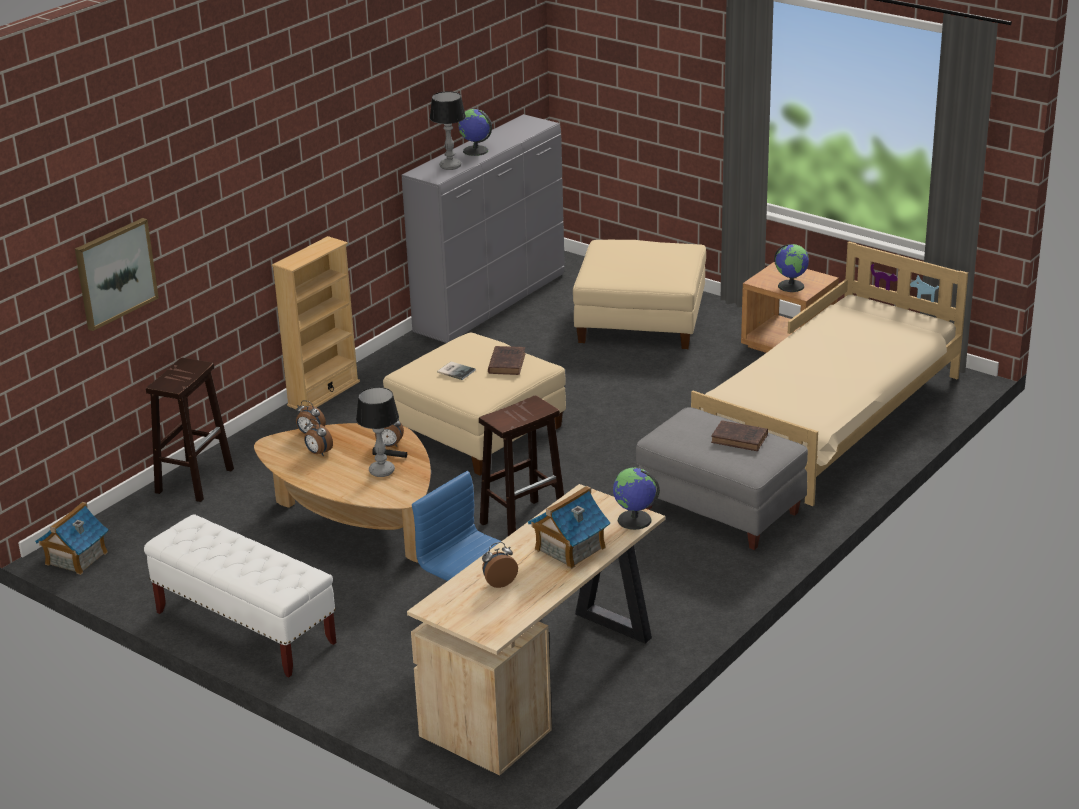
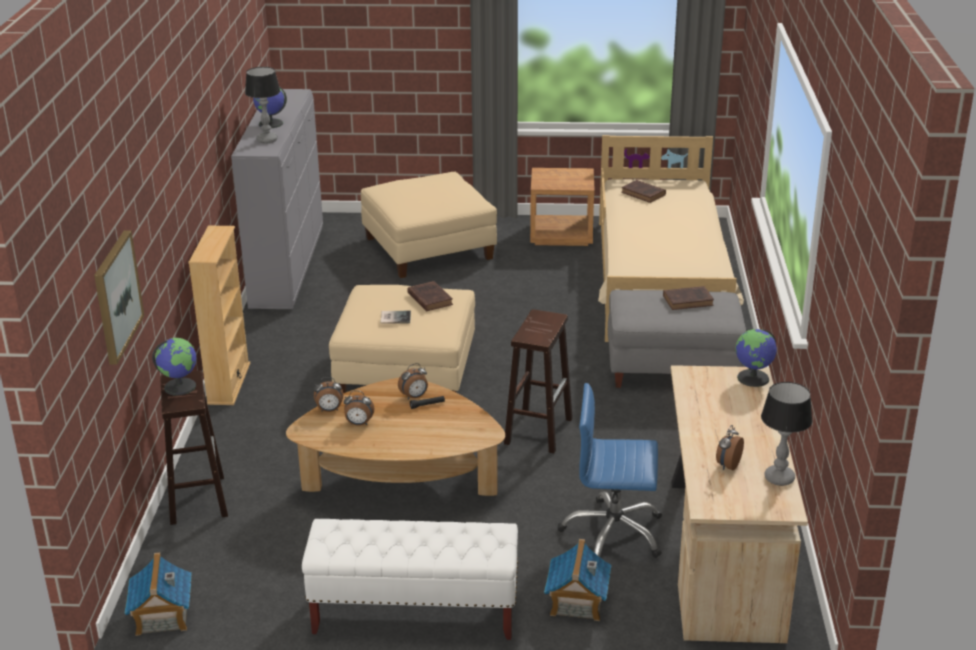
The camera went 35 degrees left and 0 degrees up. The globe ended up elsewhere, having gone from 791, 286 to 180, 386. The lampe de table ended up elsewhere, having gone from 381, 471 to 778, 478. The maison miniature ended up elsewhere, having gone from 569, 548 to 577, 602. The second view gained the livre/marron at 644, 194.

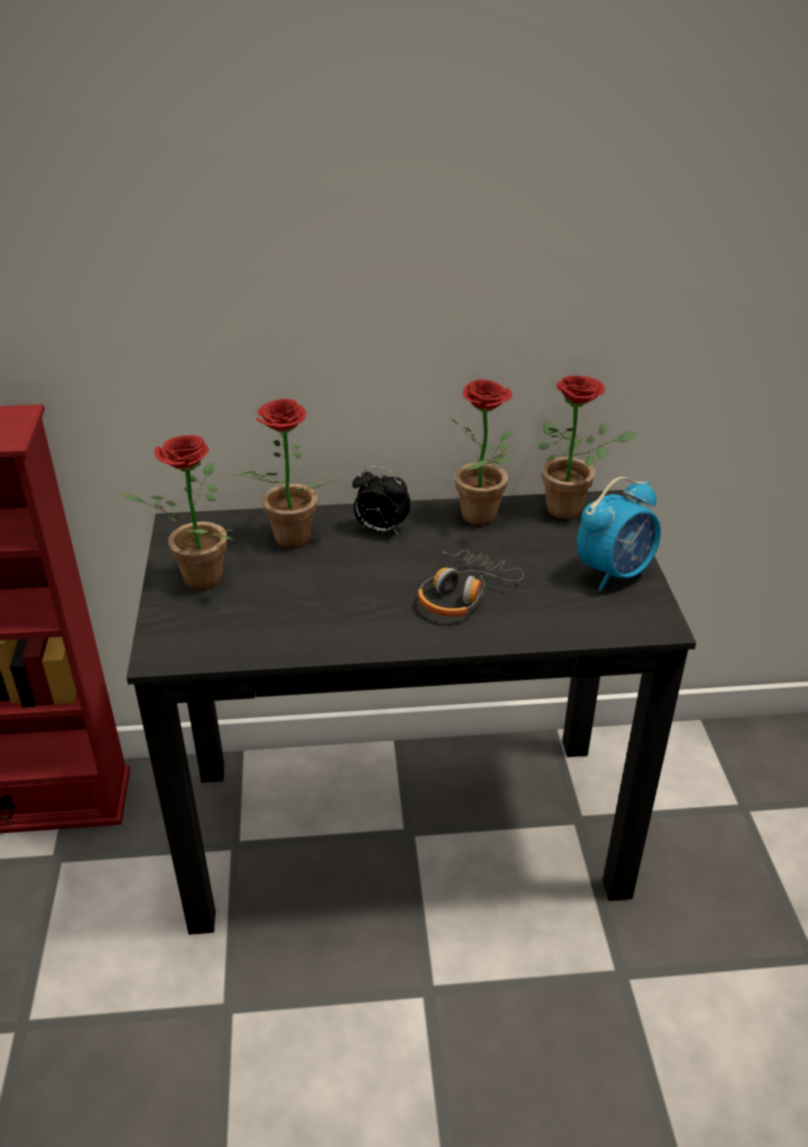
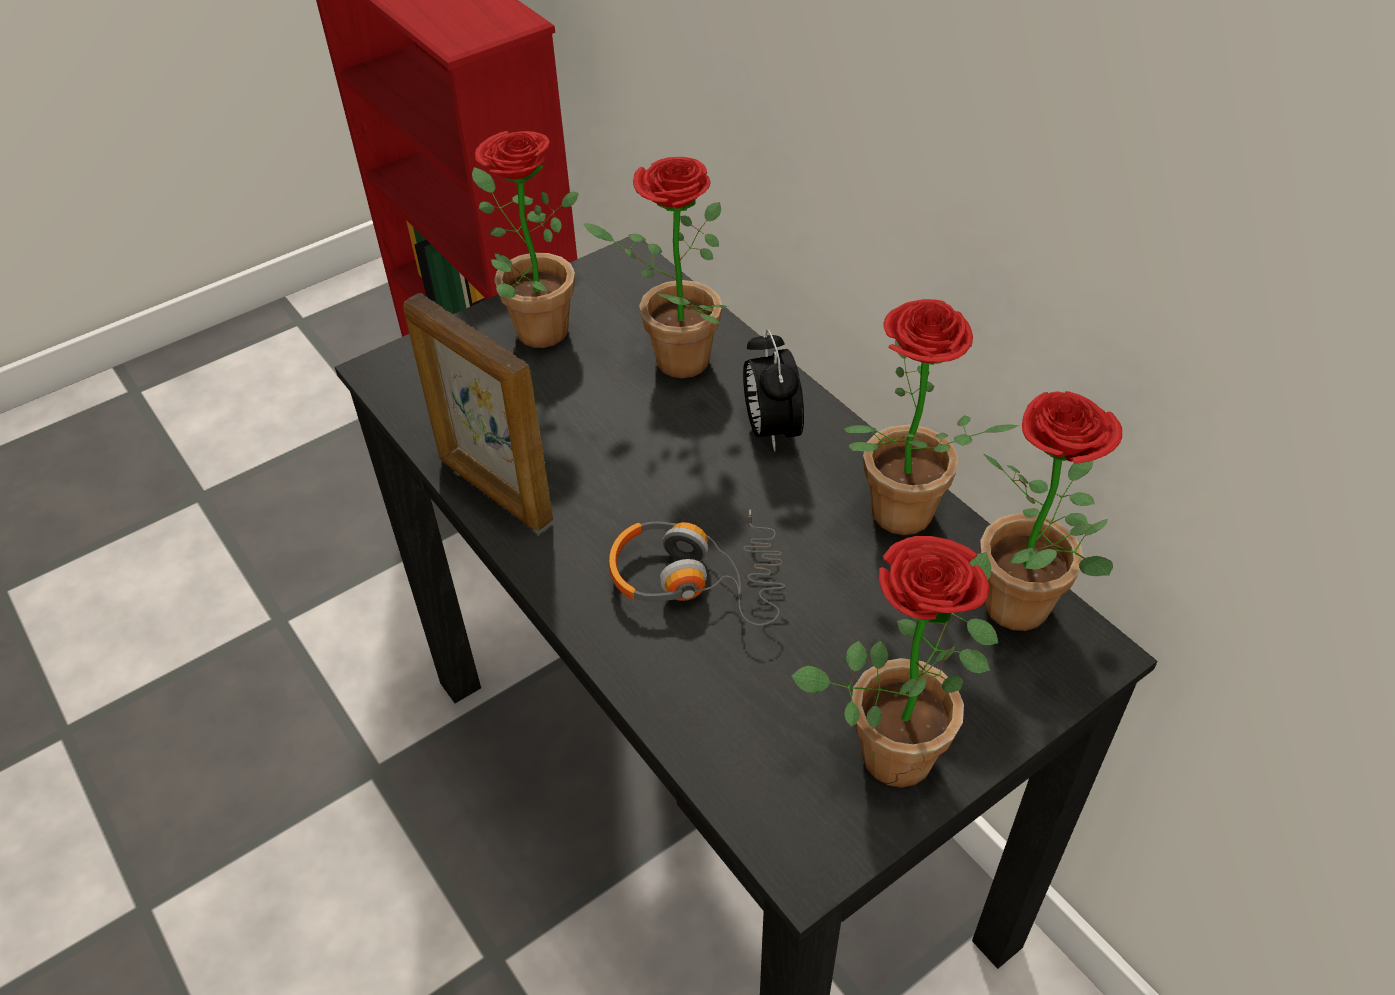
The camera went 60 degrees right and 10 degrees up. Where the réveil stood at 615, 572, the plante en pot came to stand at 900, 741. The second view gained the cadre photo at 494, 490.

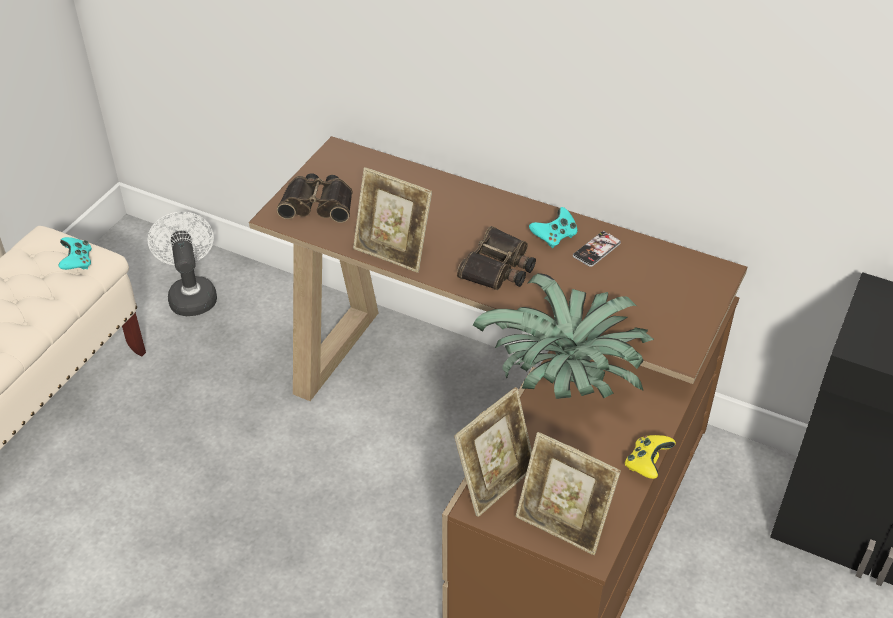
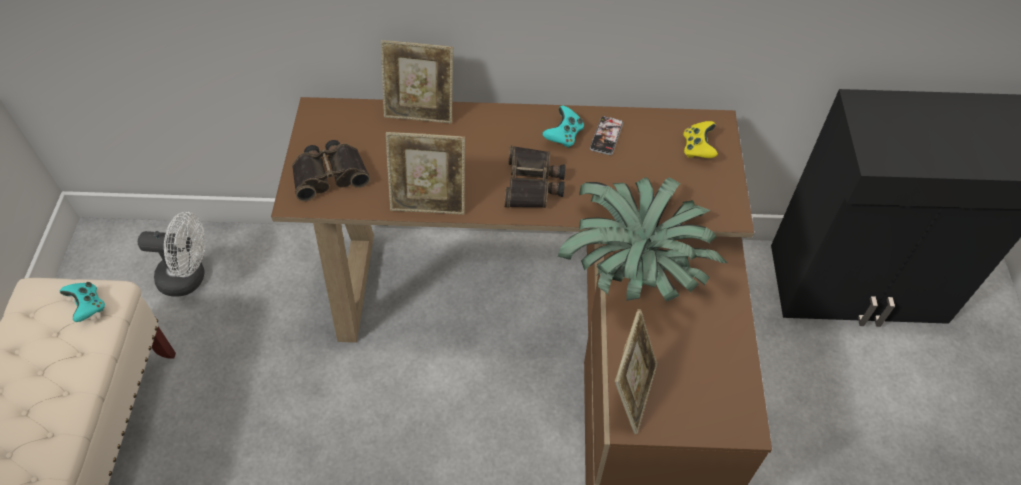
The camera went 25 degrees left and 10 degrees up. The ventilateur/blanc at 191, 294 ended up facing another way, 135 degrees clockwise from before. The cadre photo ended up elsewhere, having gone from 562, 524 to 420, 111. The manette/jaune ended up elsewhere, having gone from 647, 464 to 698, 148.

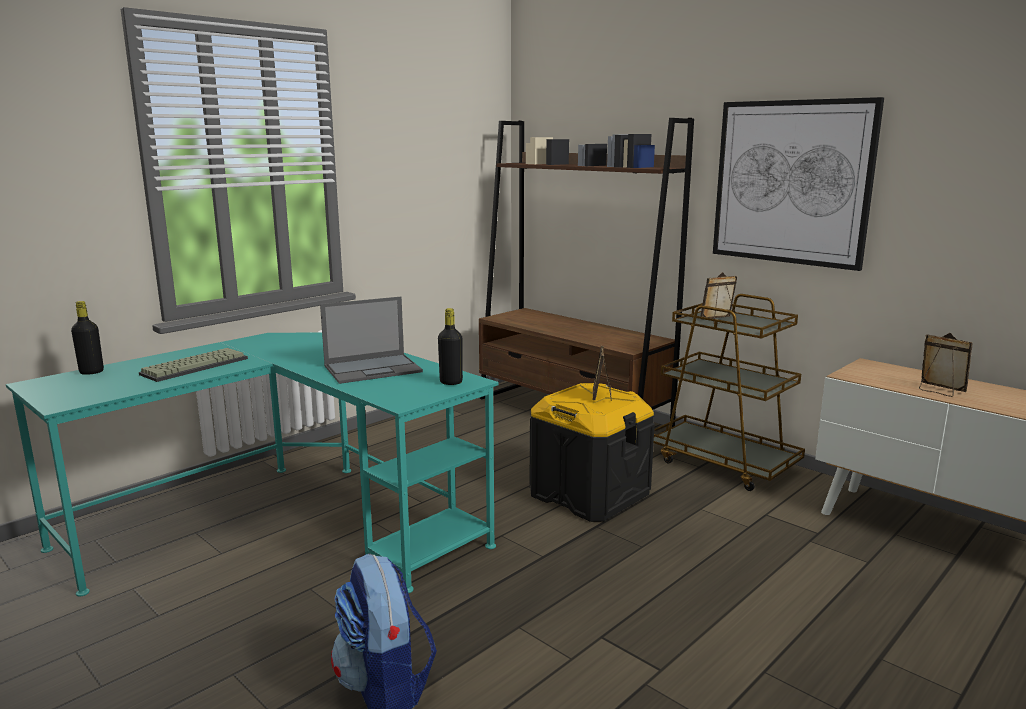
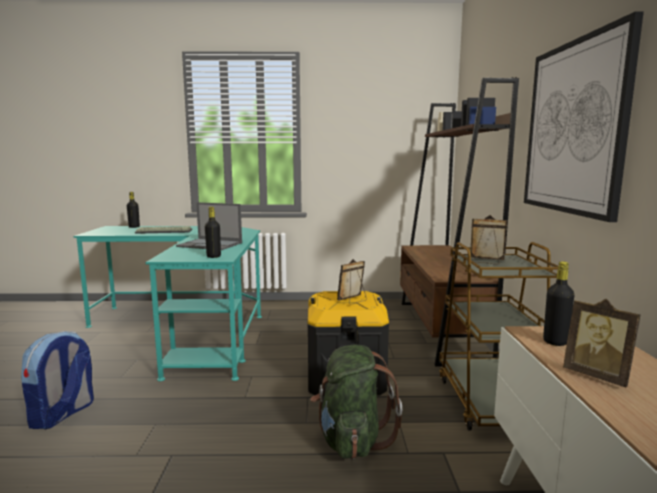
The camera went 45 degrees right and 5 degrees down. The cadre photo at 939, 391 ended up facing another way, 135 degrees clockwise from before. The second view gained the bouteille/noir at 555, 342. The second view gained the sac à dos/vert at 351, 439.

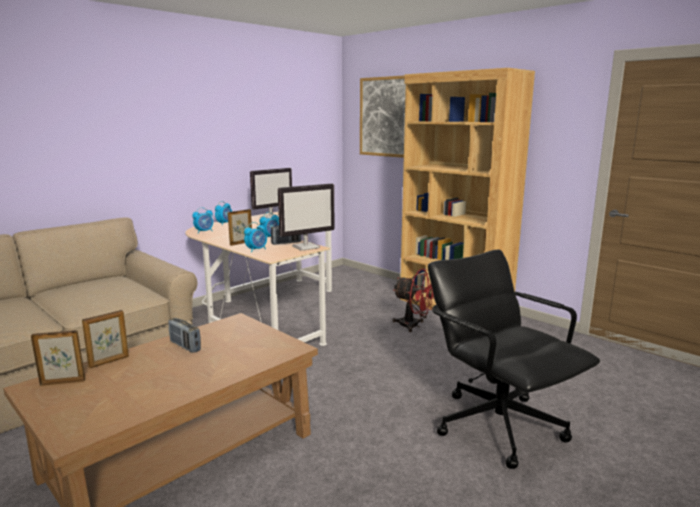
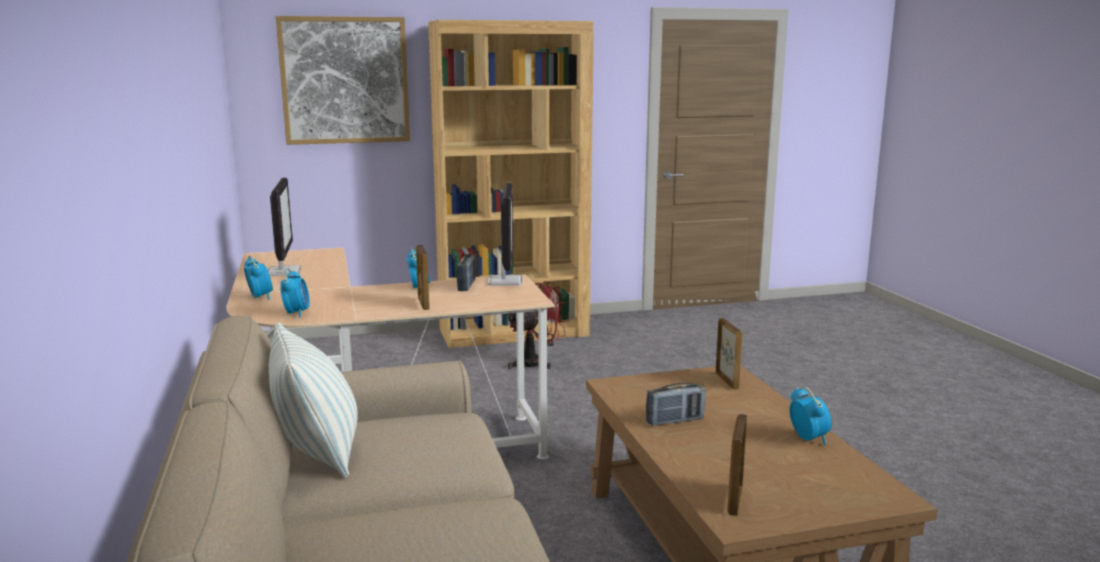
The camera went 60 degrees left and 0 degrees up. The réveil ended up elsewhere, having gone from 256, 250 to 808, 438. The second view lost the chaise de bureau/noir at 498, 425. The cadre photo ended up elsewhere, having gone from 109, 361 to 727, 380. The second view gained the coussin at 317, 452.

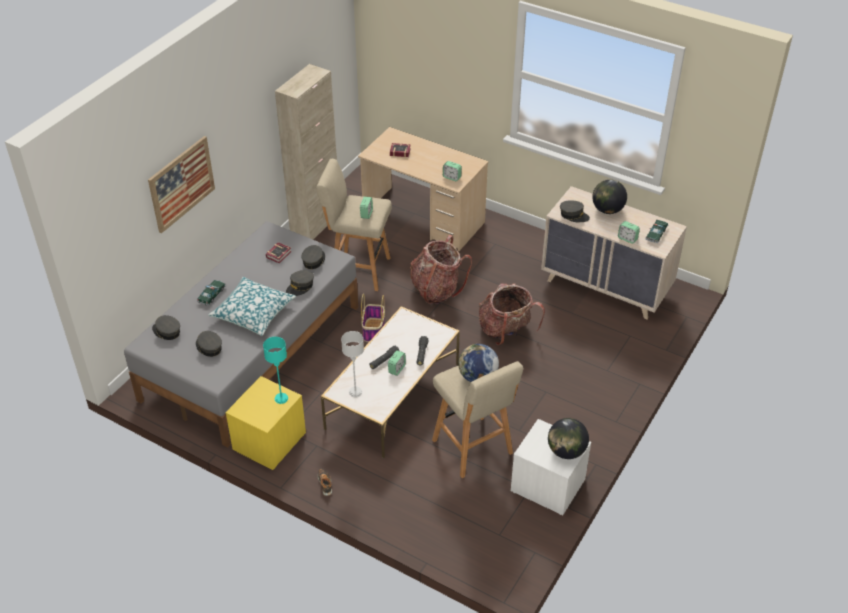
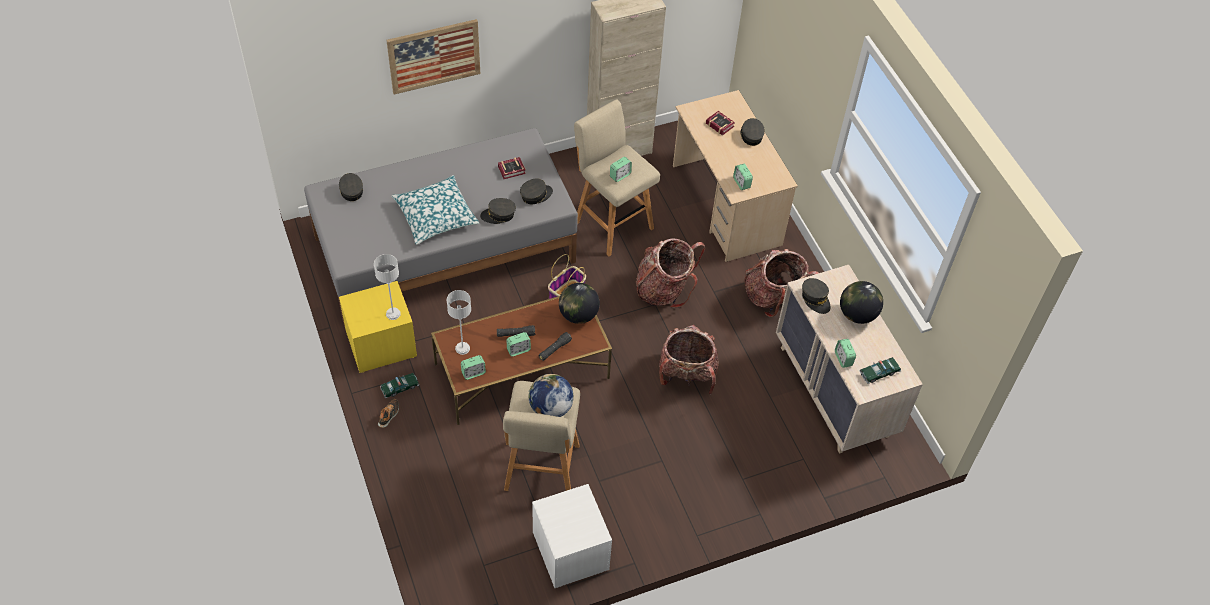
The camera went 35 degrees right and 10 degrees up. The petite voiture ended up elsewhere, having gone from 212, 295 to 400, 387. What was the table basse/blanc at 393, 395 turned into the table basse/marron at 522, 370. The casquette/gris ended up elsewhere, having gone from 209, 347 to 751, 135. What was the lampe de table/turquoise at 281, 398 turned into the lampe de table/gris at 393, 314. The globe ended up elsewhere, having gone from 566, 451 to 578, 315. The second view gained the sac à dos at 774, 298. The second view gained the réveil at 473, 373.

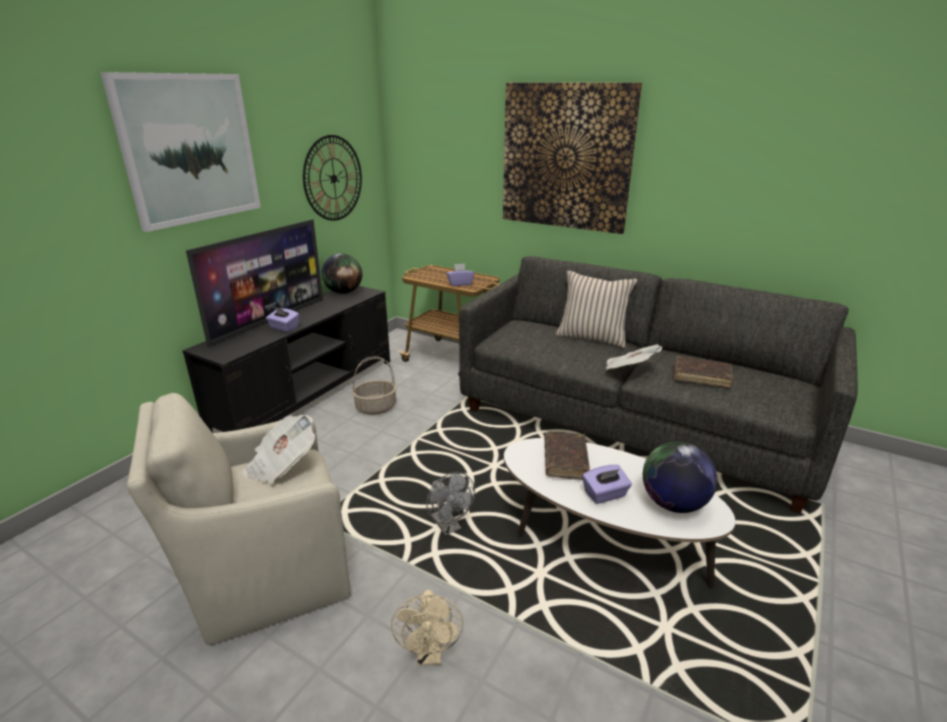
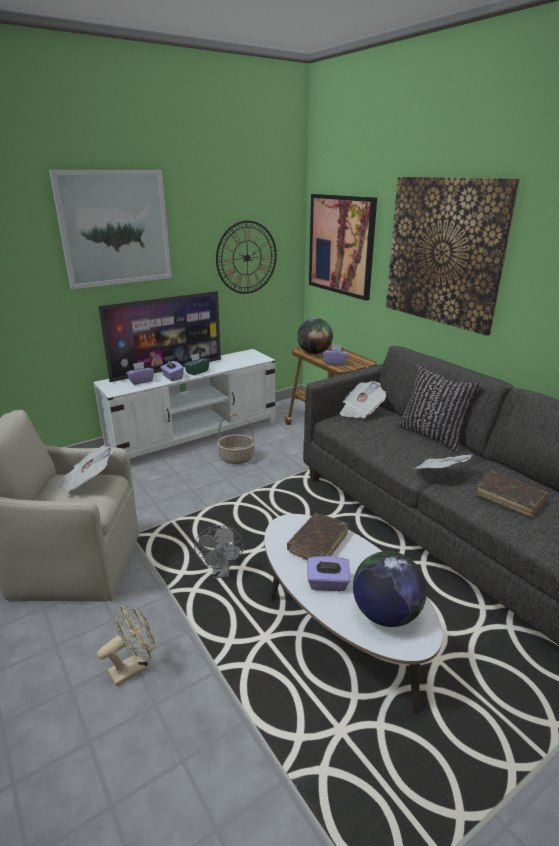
The camera went 25 degrees right and 0 degrees up. The globe ended up elsewhere, having gone from 344, 292 to 314, 353. What was the coussin/beige at 592, 337 turned into the coussin/noir at 431, 435. What was the meuble télé/noir at 308, 394 turned into the meuble télé/blanc at 195, 435. The ventilateur/beige at 430, 654 ended up facing another way, 150 degrees counterclockwise from before. The second view gained the tableau at 341, 245. The second view gained the boîte à mouchoirs/vert at 197, 372. The second view gained the boîte à mouchoirs/violet at 141, 381. The second view gained the journal at 360, 411.

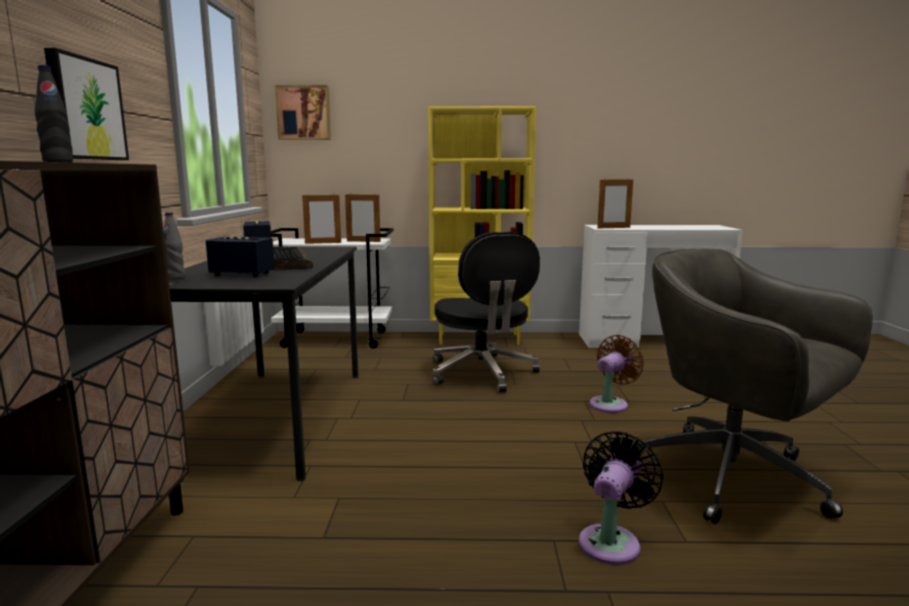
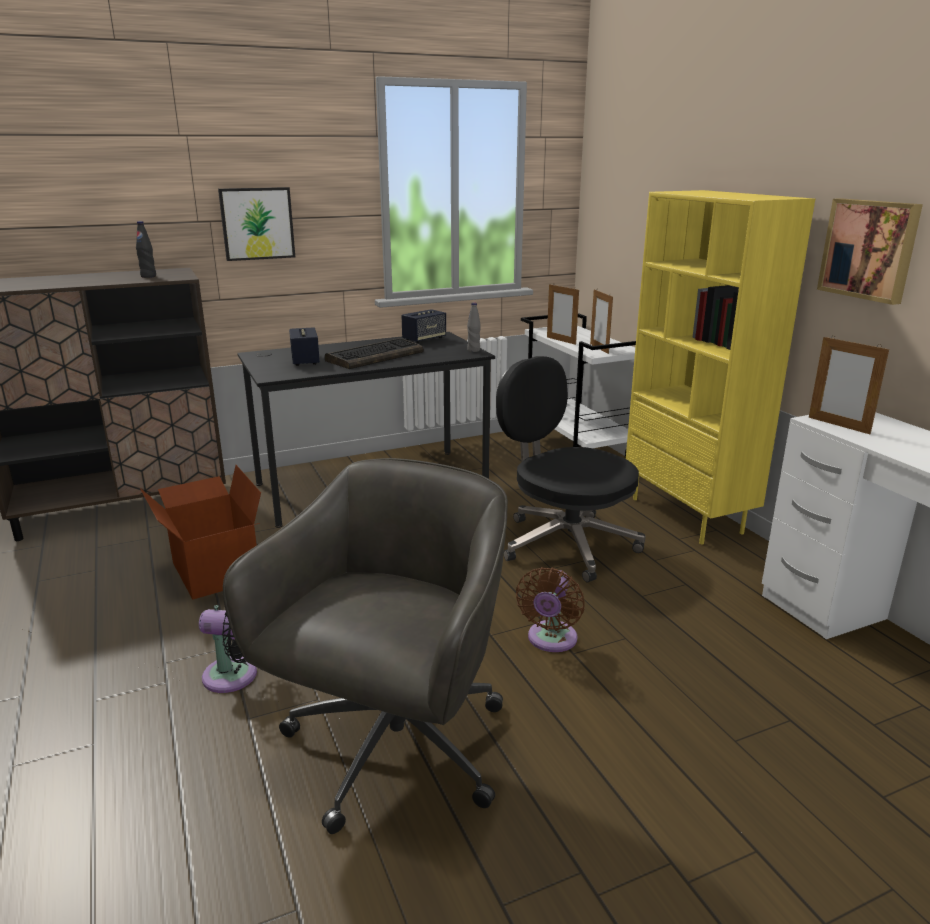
The camera went 65 degrees right and 10 degrees up. The tableau ended up elsewhere, having gone from 304, 113 to 870, 249. The bouteille/gris ended up elsewhere, having gone from 175, 278 to 473, 350. The chaise de bureau/noir at 482, 373 ended up facing another way, 90 degrees clockwise from before. The ventilateur/marron at 611, 404 ended up facing another way, 90 degrees clockwise from before. The second view gained the carton at 213, 572.

